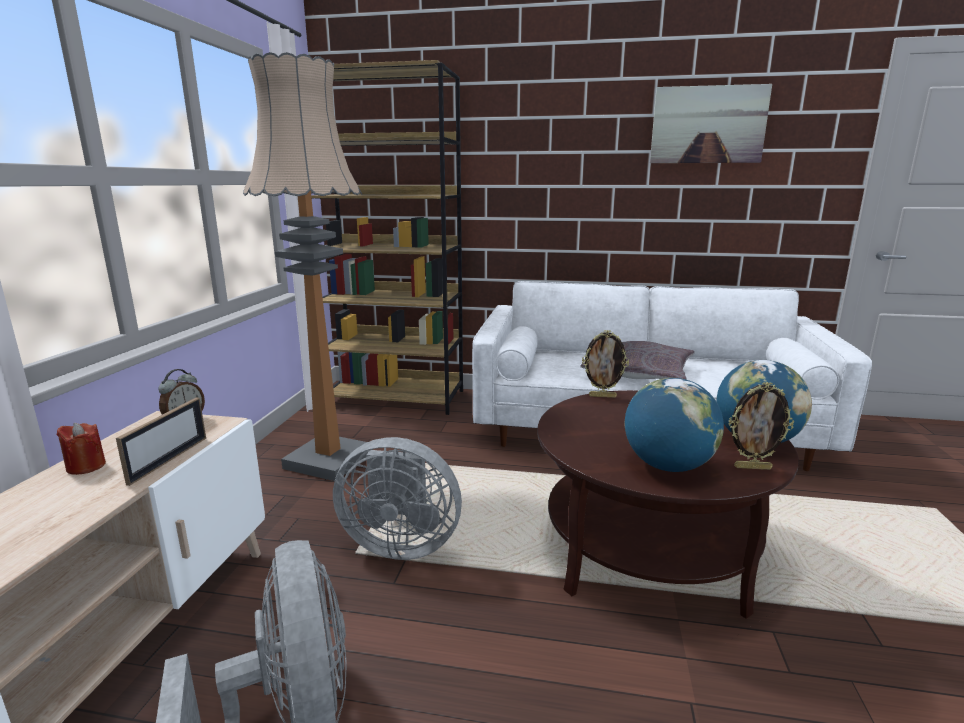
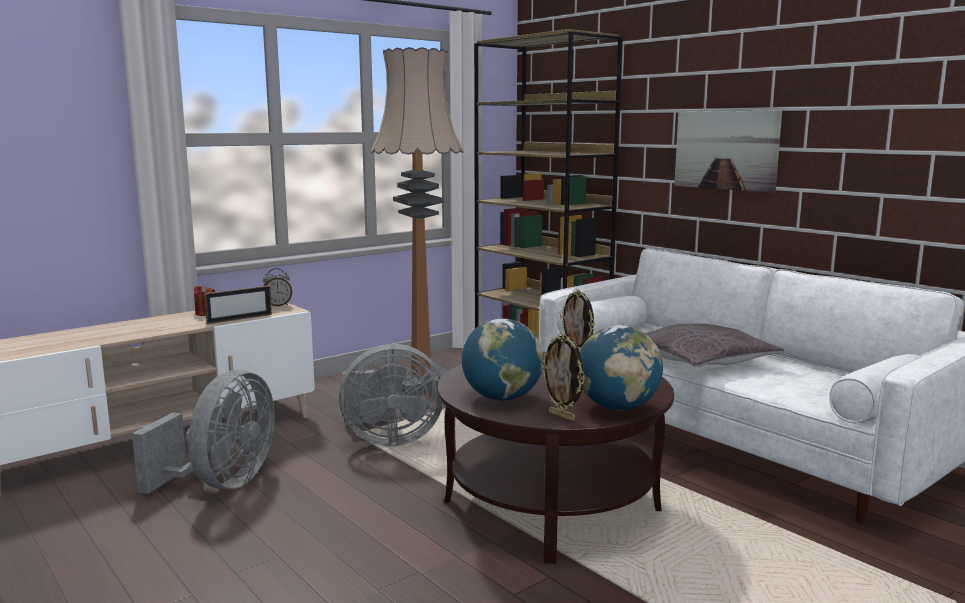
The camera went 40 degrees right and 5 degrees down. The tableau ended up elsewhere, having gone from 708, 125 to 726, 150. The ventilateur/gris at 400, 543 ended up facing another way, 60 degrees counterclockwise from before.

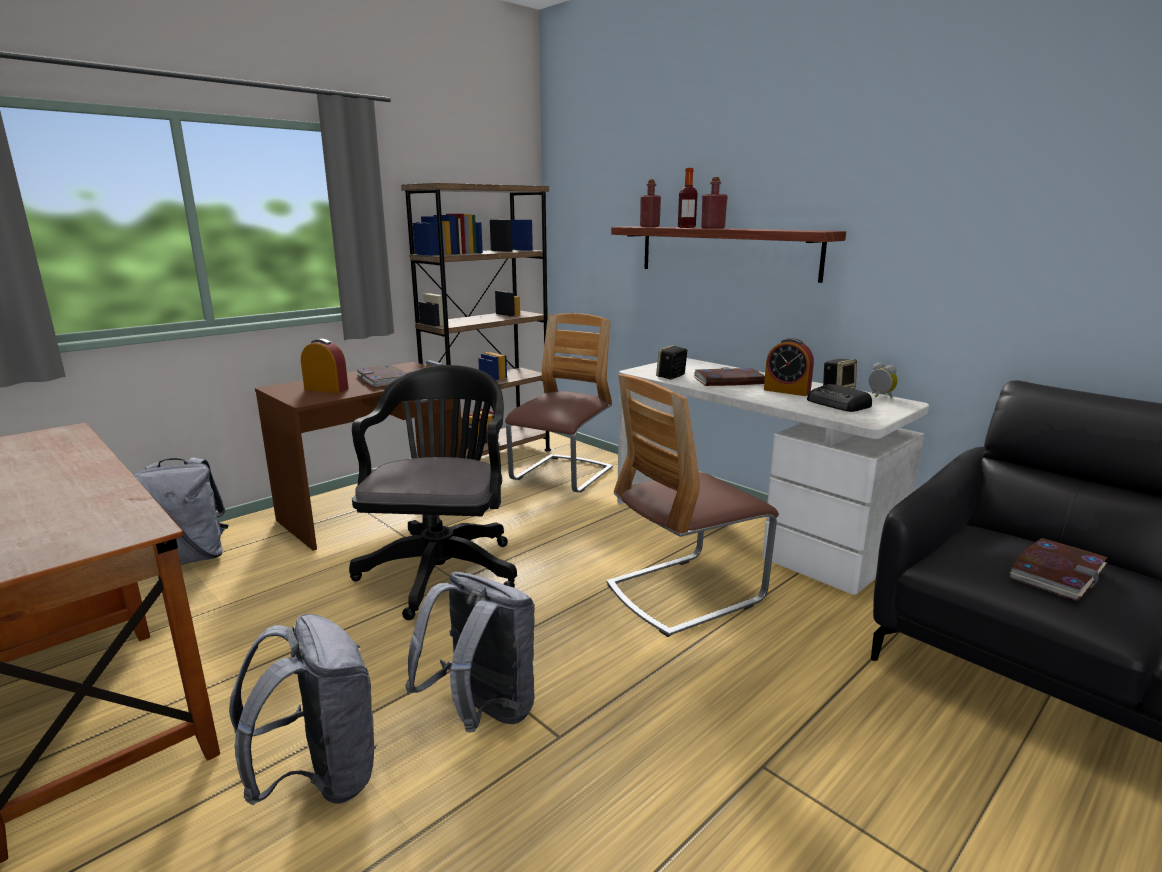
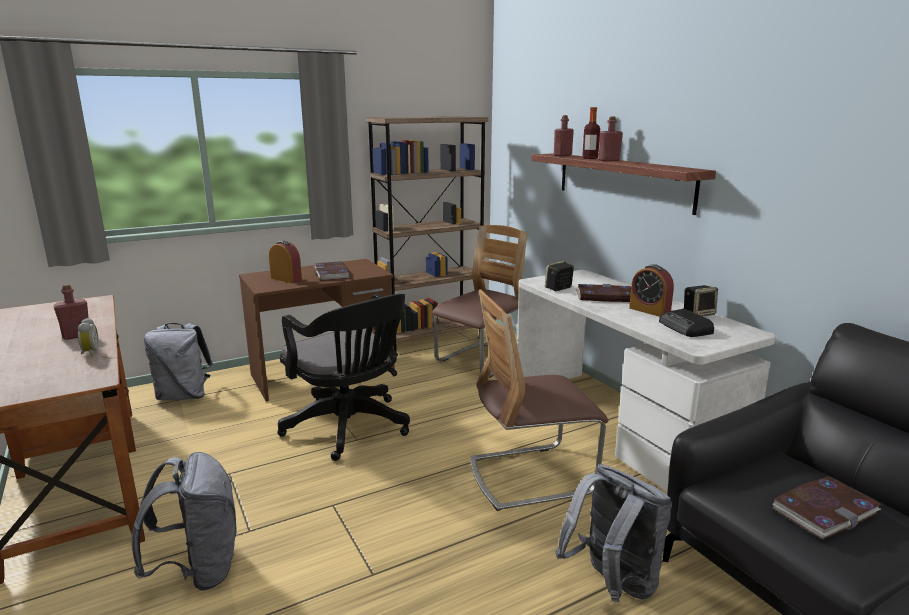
The camera went 15 degrees right and 0 degrees up. The réveil ended up elsewhere, having gone from 879, 396 to 89, 353. The chaise de bureau/noir at 442, 568 ended up facing another way, 120 degrees clockwise from before. The sac à dos/gris ended up elsewhere, having gone from 482, 713 to 612, 584. The second view gained the bouteille/rouge at 77, 336.

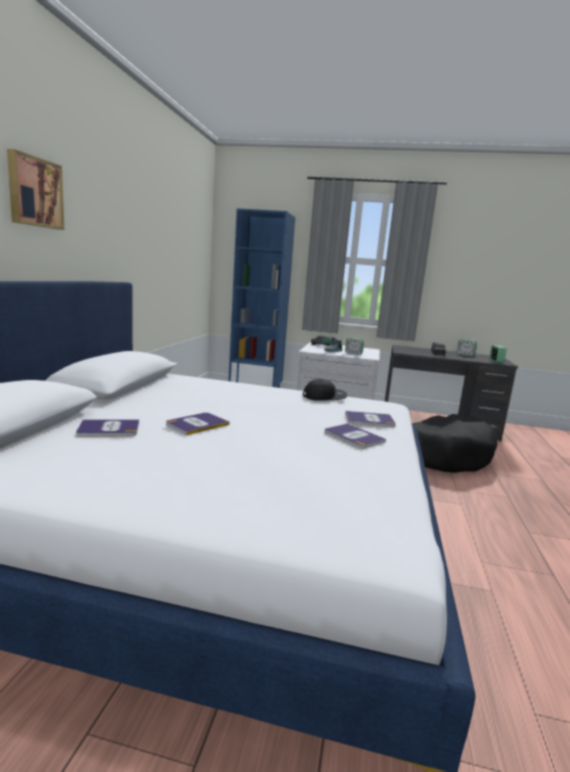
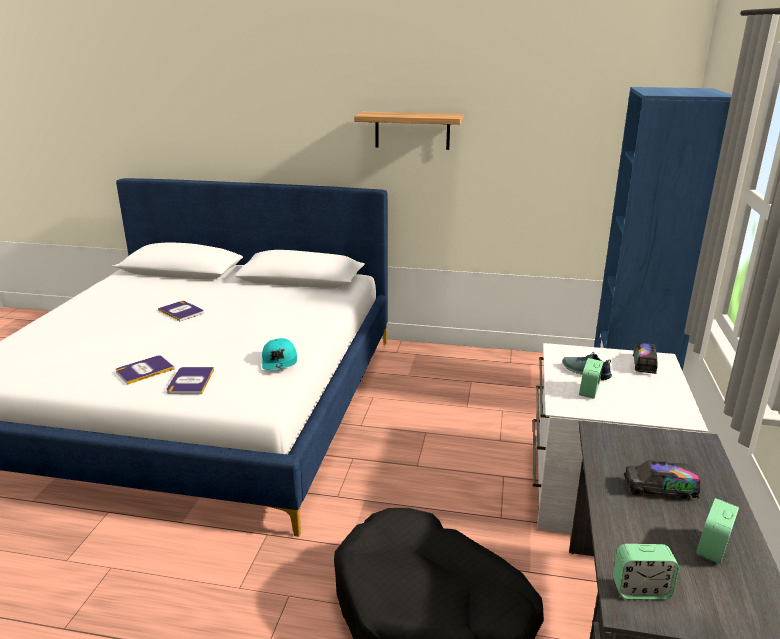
The camera went 90 degrees right and 10 degrees up. The second view lost the tableau at 34, 192. What was the casquette/noir at 324, 397 turned into the casquette/turquoise at 280, 362. The second view lost the livre at 109, 429. The second view gained the étagère at 412, 130.

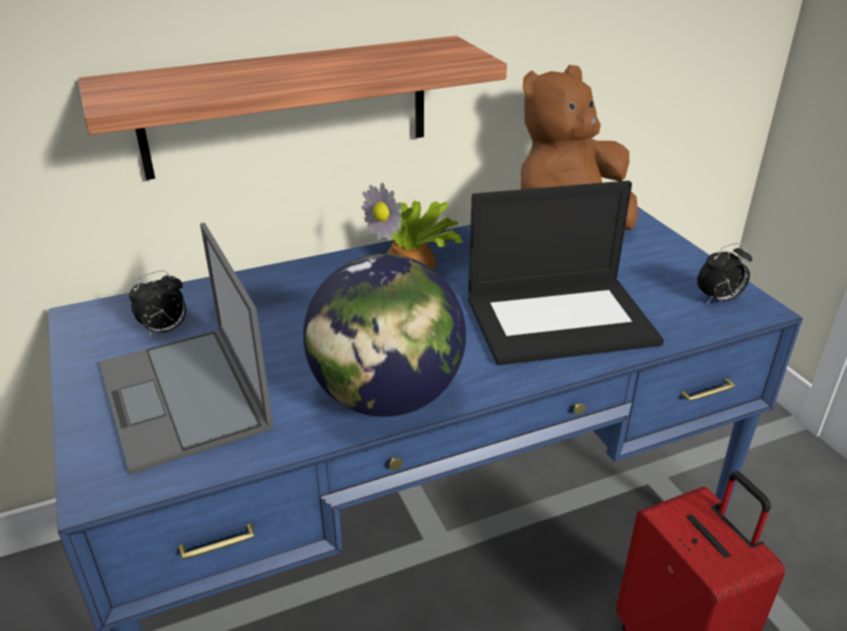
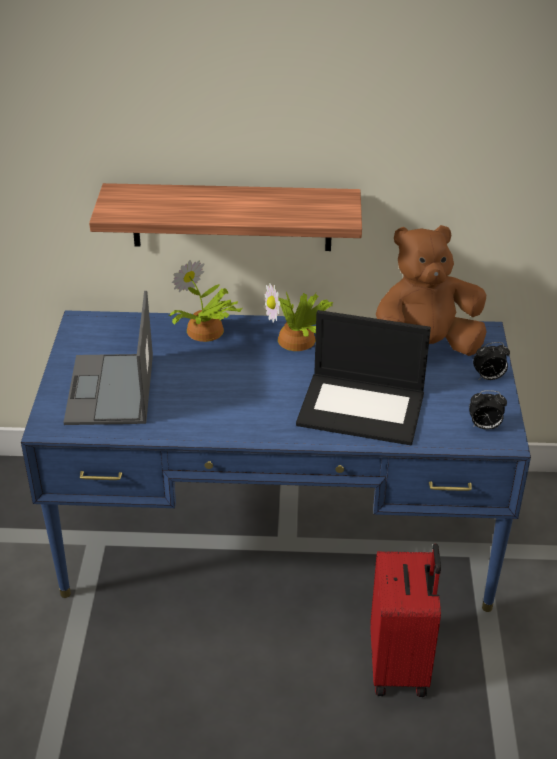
The camera went 25 degrees right and 5 degrees up. The second view lost the globe at 386, 398. The réveil ended up elsewhere, having gone from 165, 330 to 488, 378. The second view gained the plante en pot at 205, 332.

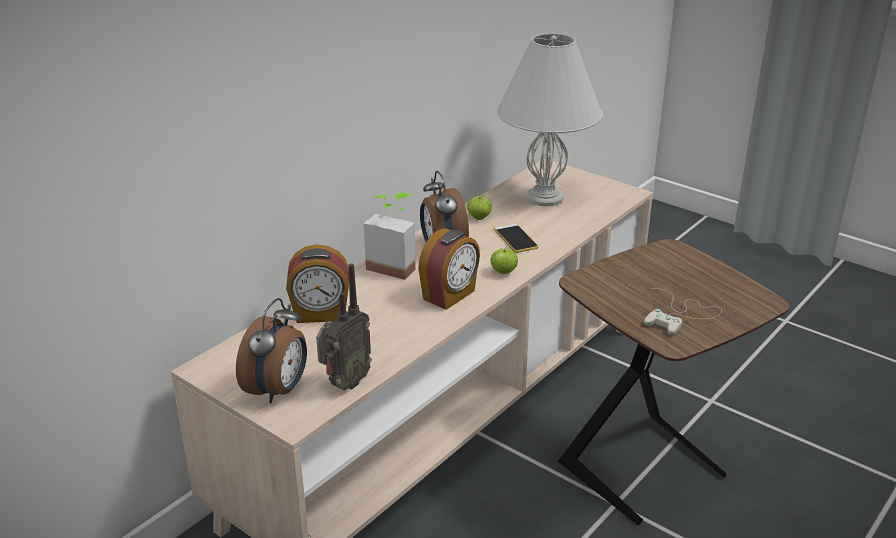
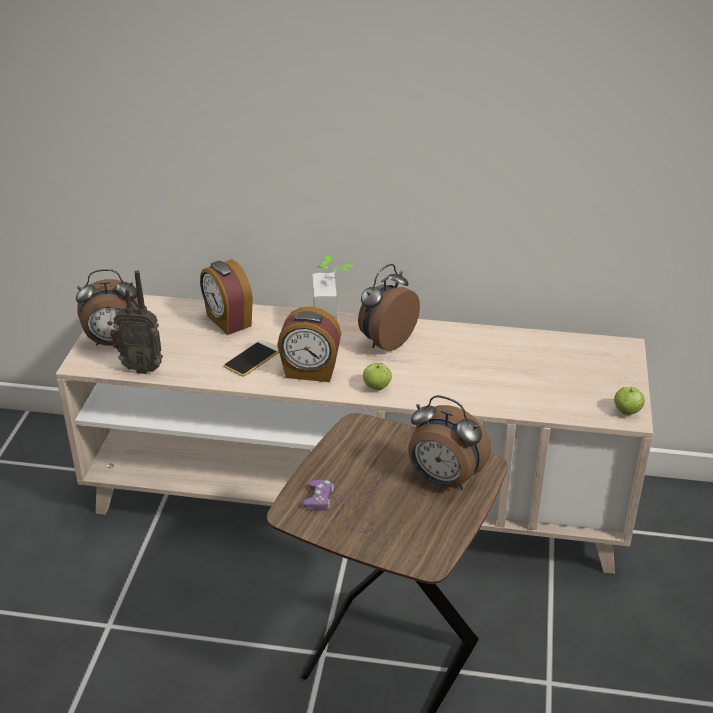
The camera went 60 degrees right and 5 degrees up. The second view lost the lampe de table/blanc at 543, 197. The pomme ended up elsewhere, having gone from 479, 218 to 627, 411. The téléphone ended up elsewhere, having gone from 515, 239 to 252, 359. What was the manette/blanc at 681, 315 turned into the manette/violet at 348, 505. The second view gained the réveil at 443, 480.

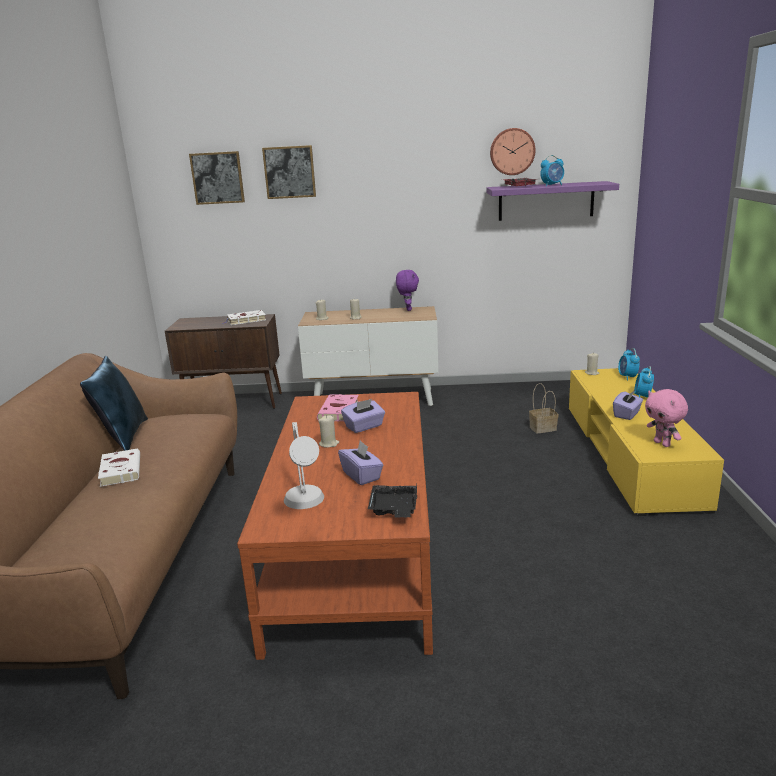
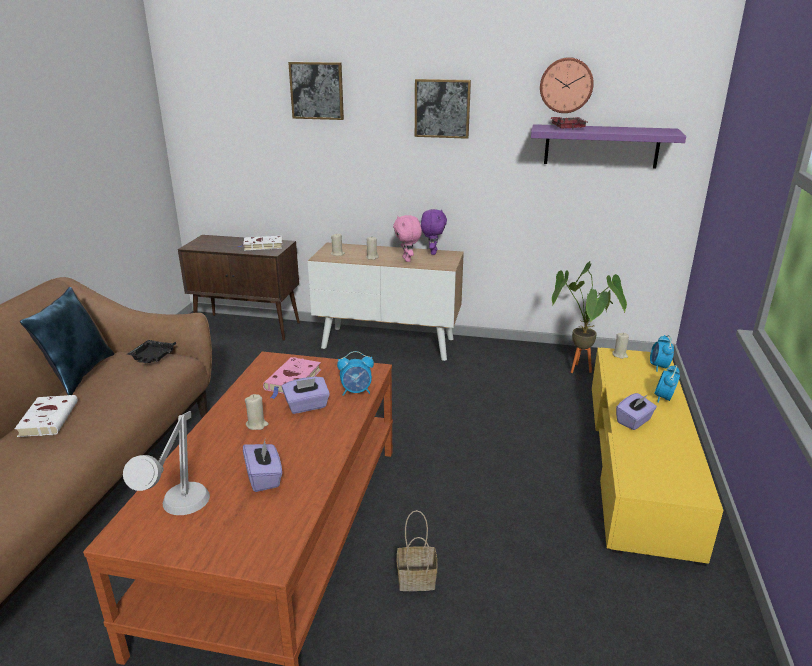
The camera went 10 degrees right and 5 degrees up. The tableau ended up elsewhere, having gone from 217, 178 to 442, 108. The réveil ended up elsewhere, having gone from 552, 185 to 356, 391. The panier ended up elsewhere, having gone from 543, 428 to 418, 578. The peluche/rose ended up elsewhere, having gone from 662, 444 to 407, 260. The plateau/noir ended up elsewhere, having gone from 394, 509 to 152, 358. The second view gained the plante en pot at 579, 372.

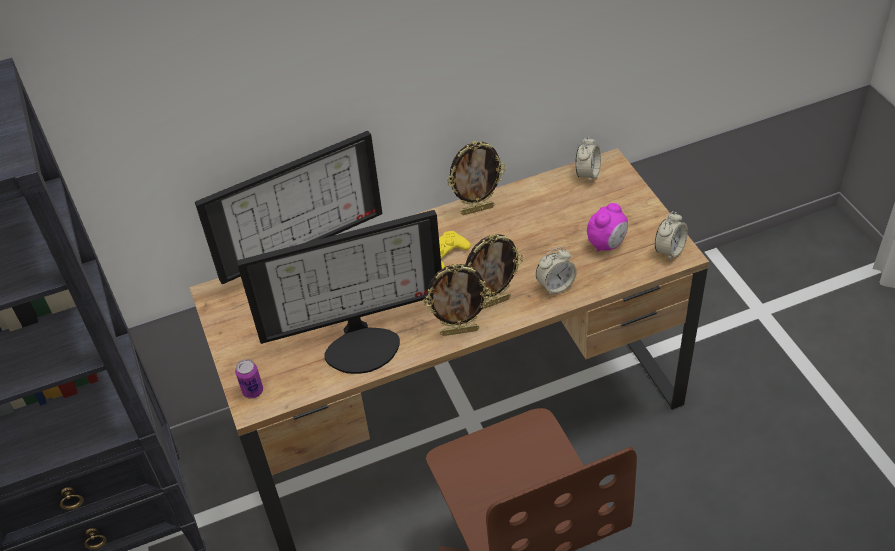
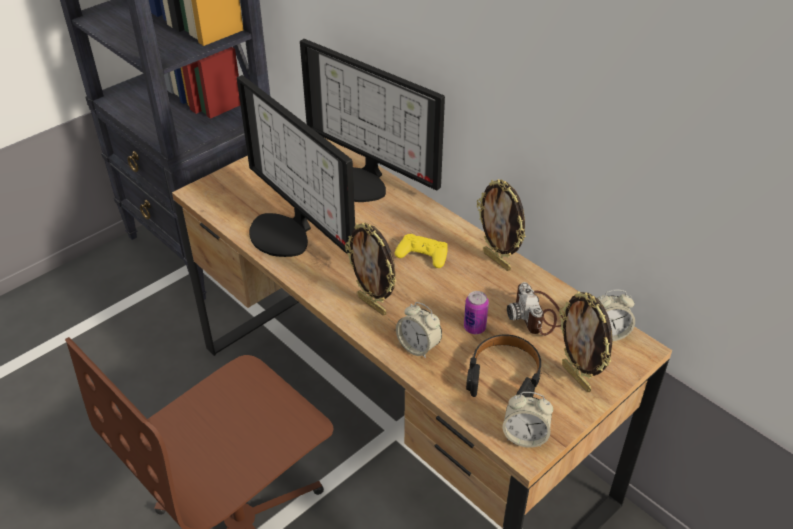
The camera went 65 degrees right and 5 degrees down. Where the réveil stood at 607, 244, the casque audio/noir came to stand at 504, 375. The cadre photo ended up elsewhere, having gone from 459, 331 to 577, 377. The boîte métallique ended up elsewhere, having gone from 253, 391 to 474, 327. The second view gained the appareil photo at 537, 315.

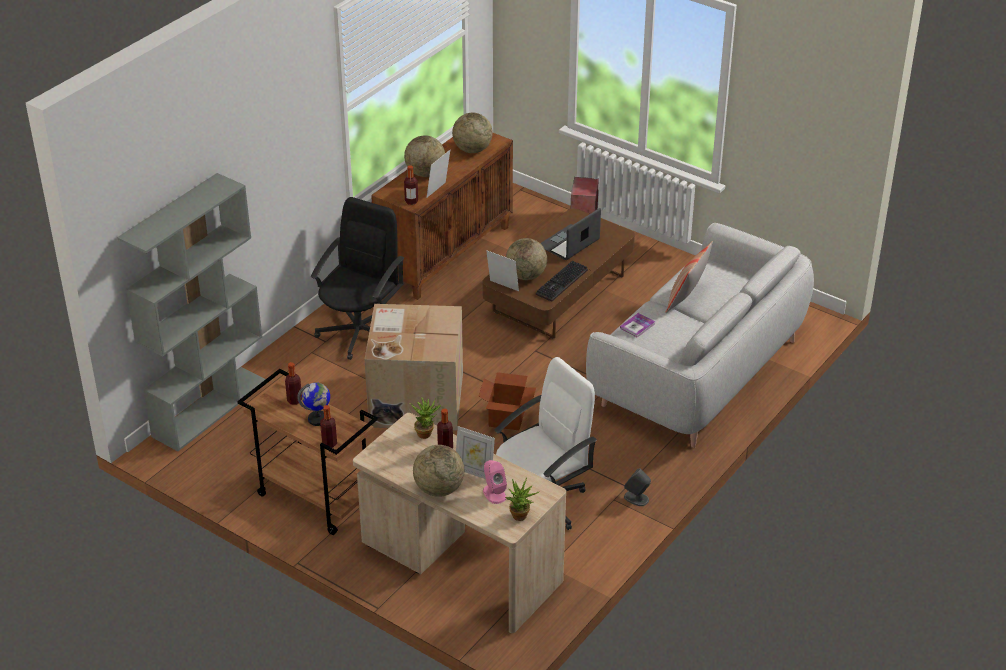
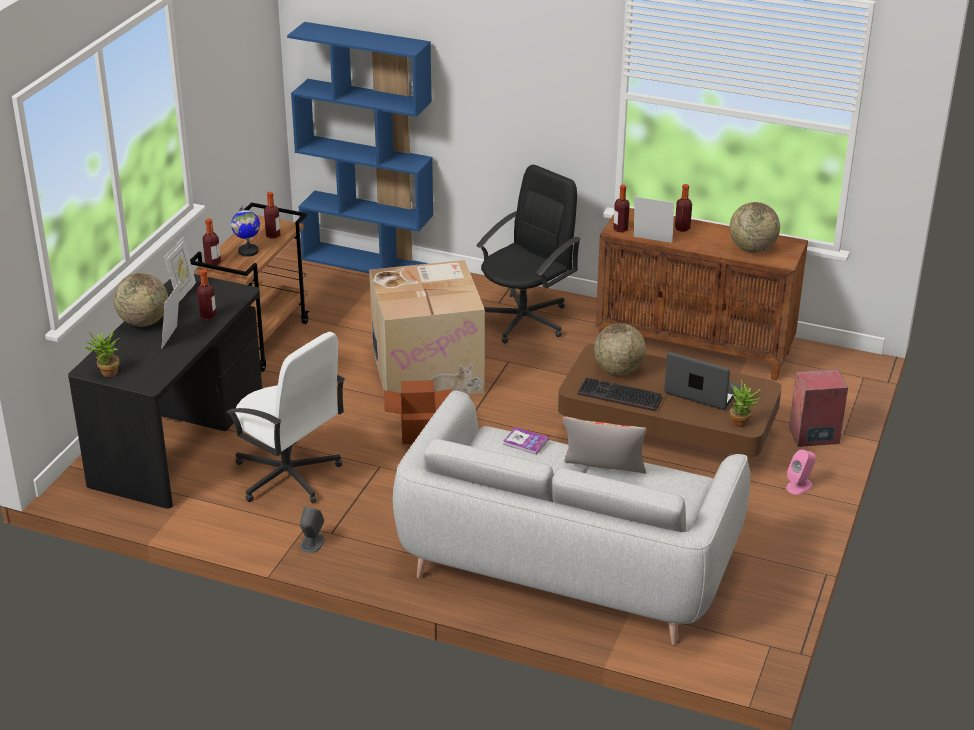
The camera went 75 degrees right and 5 degrees down. Where the globe stood at 425, 173, the bouteille came to stand at 682, 228. What was the bibliothèque/gris at 210, 408 turned into the bibliothèque/bleu at 368, 263. The chaise de bureau/noir at 360, 332 ended up facing another way, 60 degrees counterclockwise from before. The cadre photo ended up elsewhere, having gone from 502, 287 to 183, 292. The plante en pot ended up elsewhere, having gone from 426, 432 to 742, 423. What was the bureau/beige at 459, 565 turned into the bureau/noir at 180, 439. The enceinte/rose ended up elsewhere, having gone from 494, 493 to 799, 486.

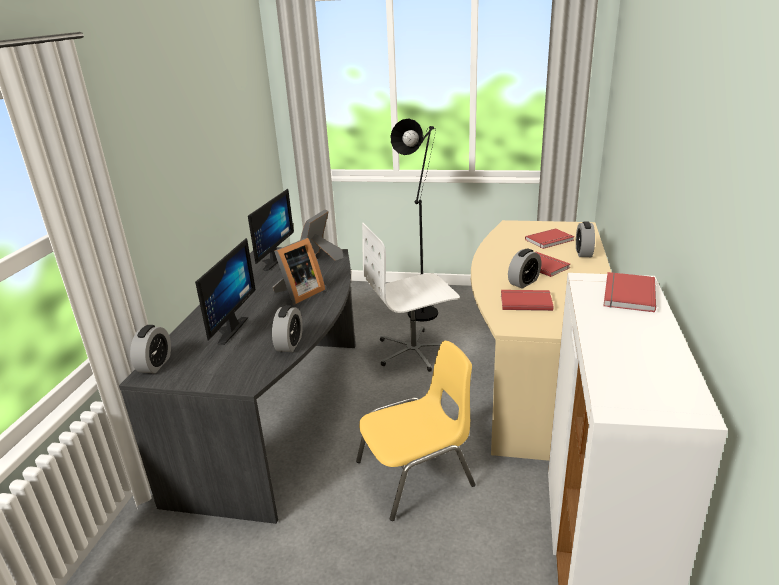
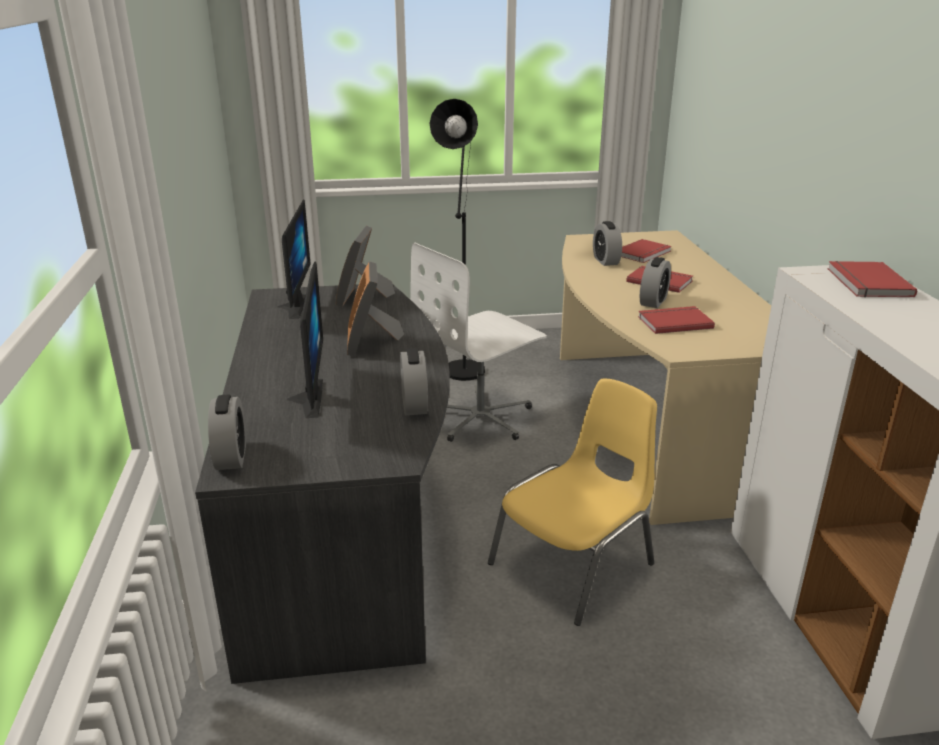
The camera went 20 degrees left and 0 degrees up. The réveil ended up elsewhere, having gone from 583, 253 to 605, 261. The cadre photo at 298, 294 ended up facing another way, 150 degrees clockwise from before.

